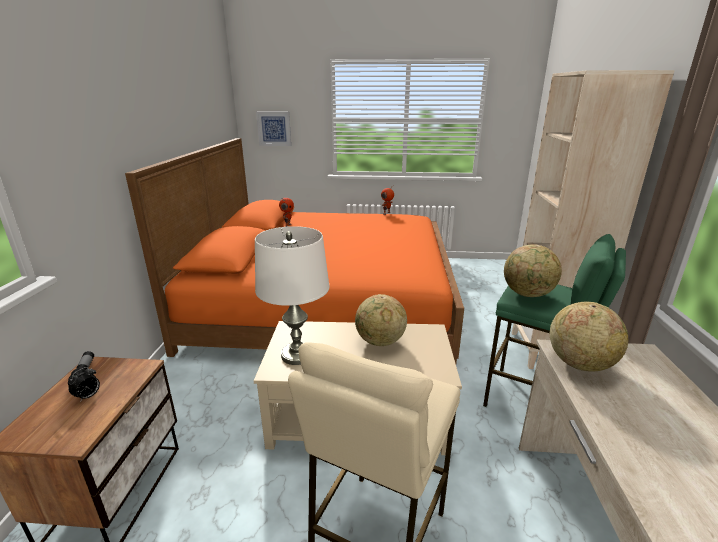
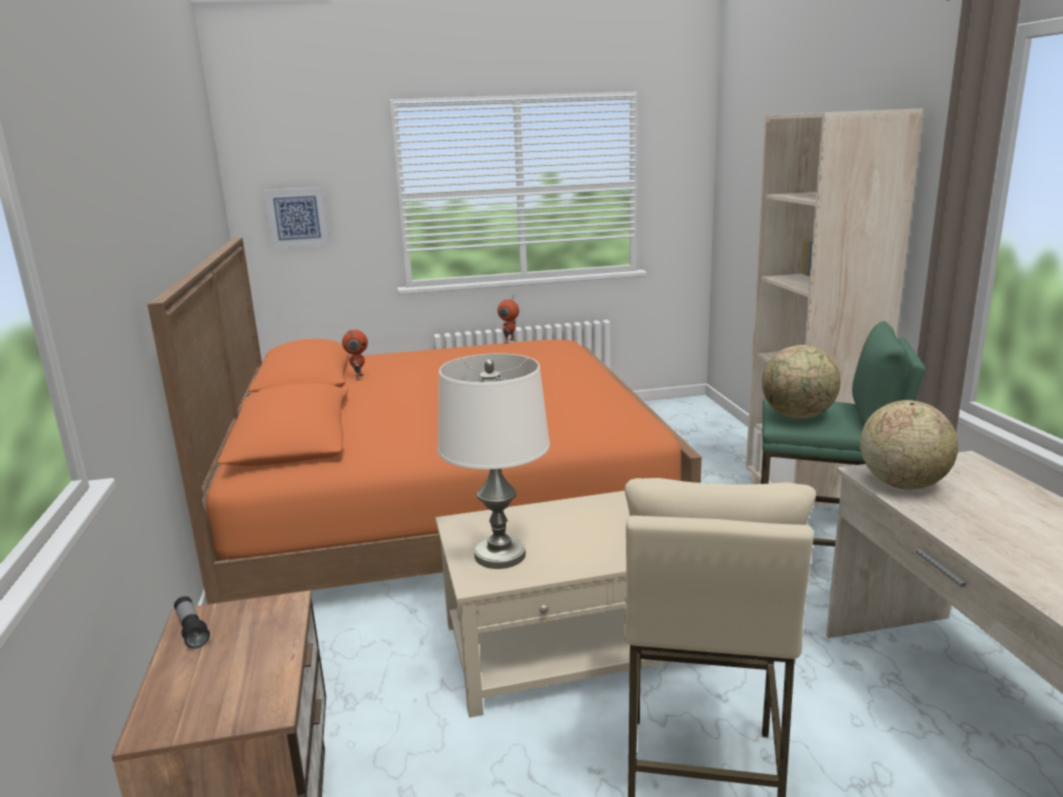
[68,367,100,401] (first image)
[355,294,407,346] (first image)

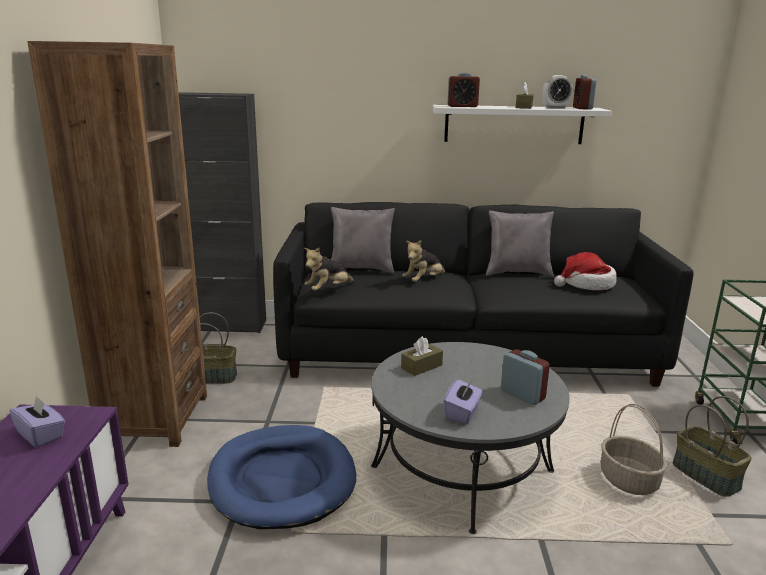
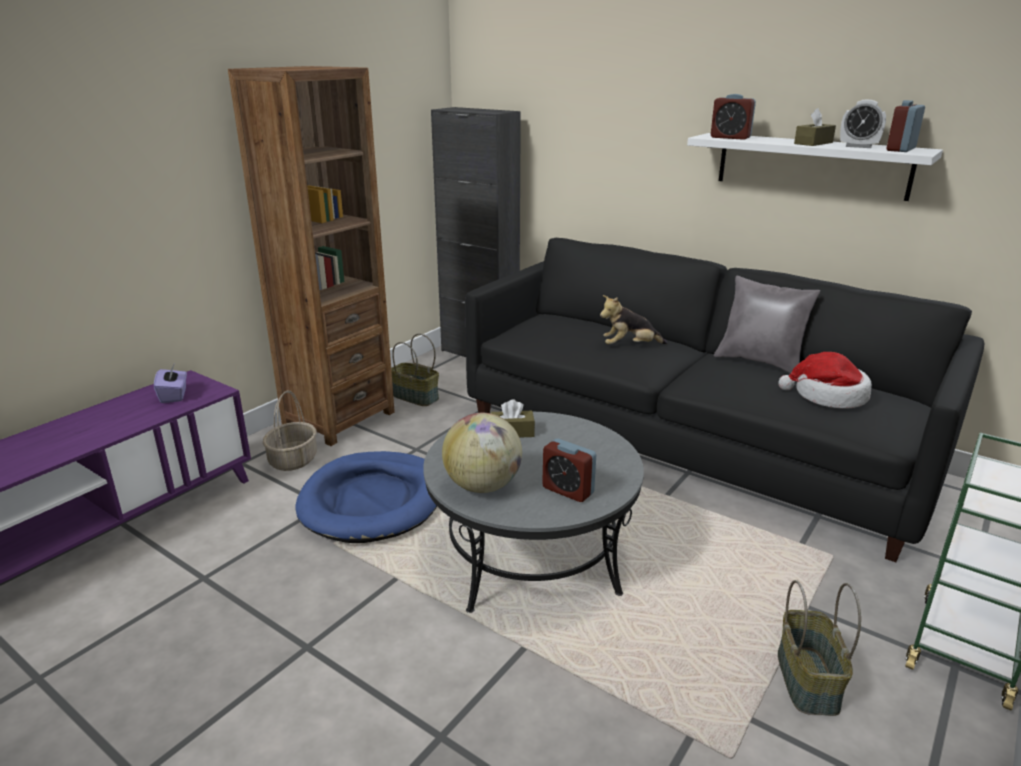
[304,248,355,291] (first image)
[331,207,395,274] (first image)
[263,390,317,471]
[442,413,522,493]
[542,439,596,502]

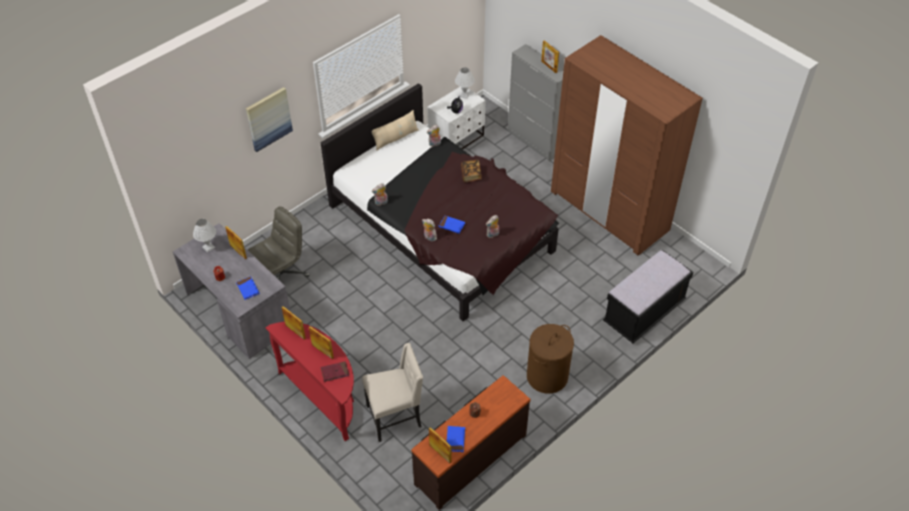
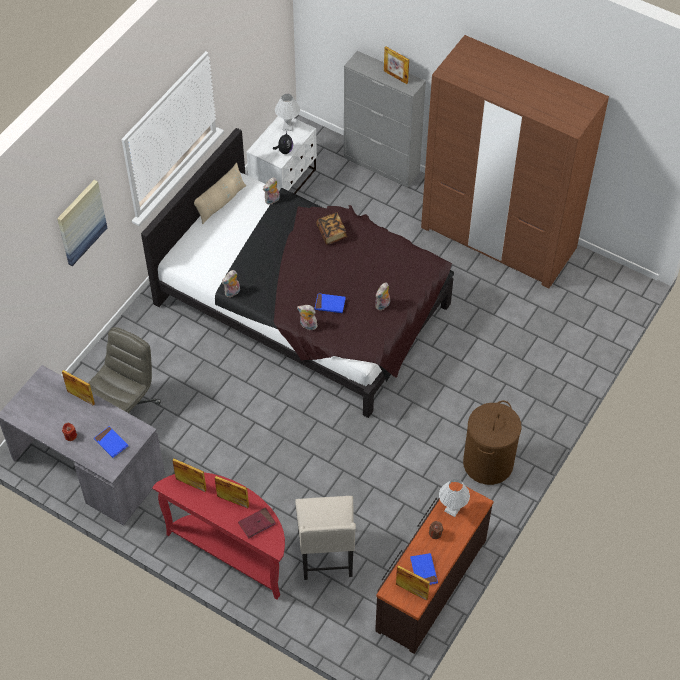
[603,250,693,343] (first image)
[439,479,470,517]
[295,496,356,580]

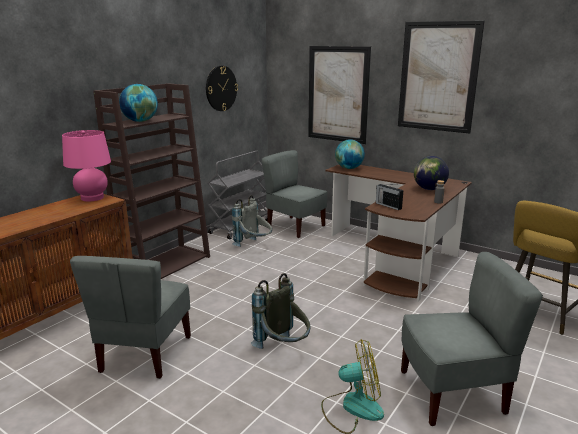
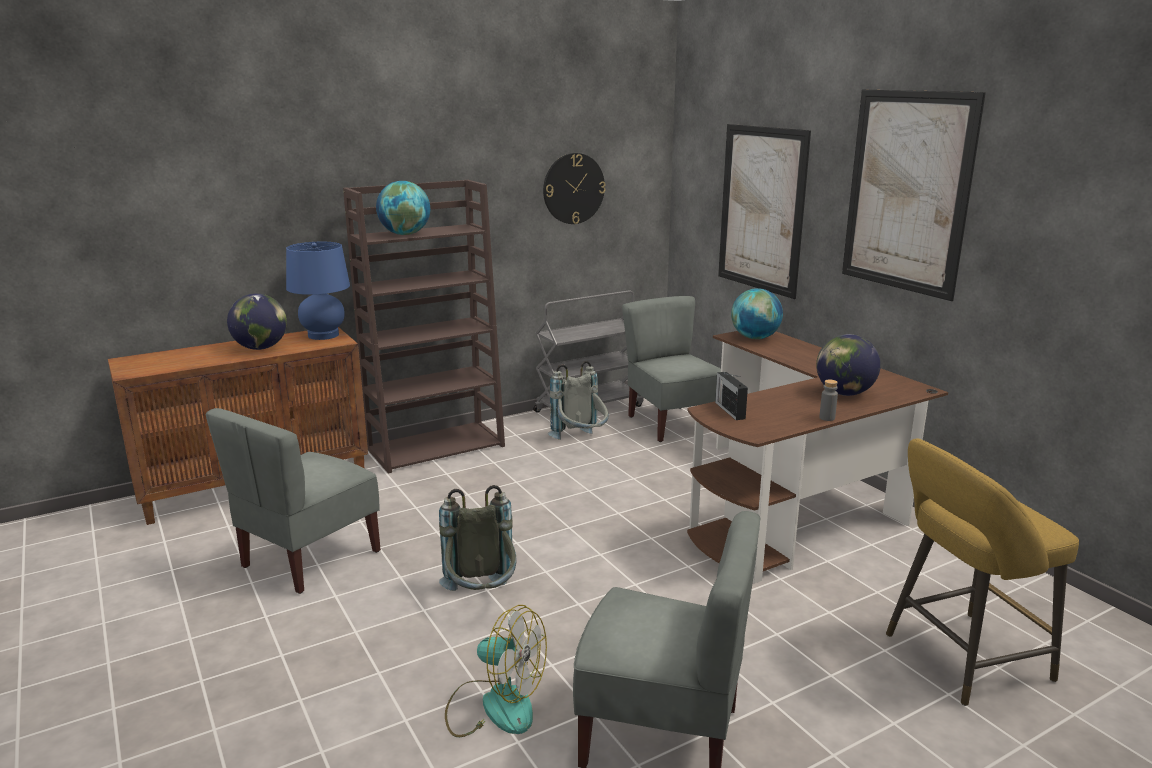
[227,293,287,350]
[286,242,350,340]

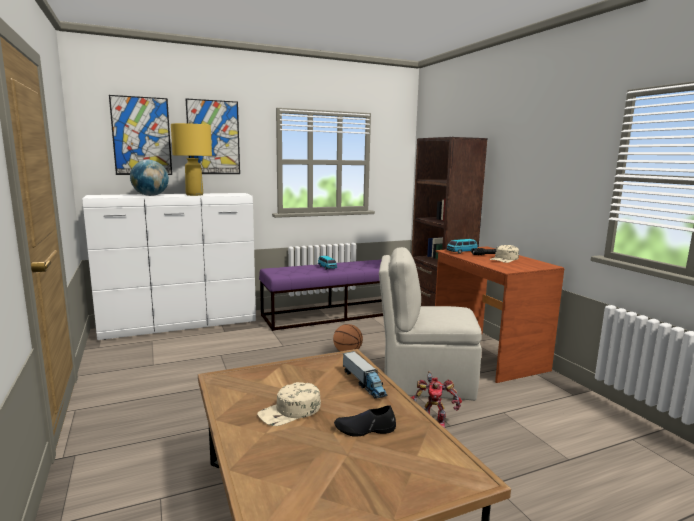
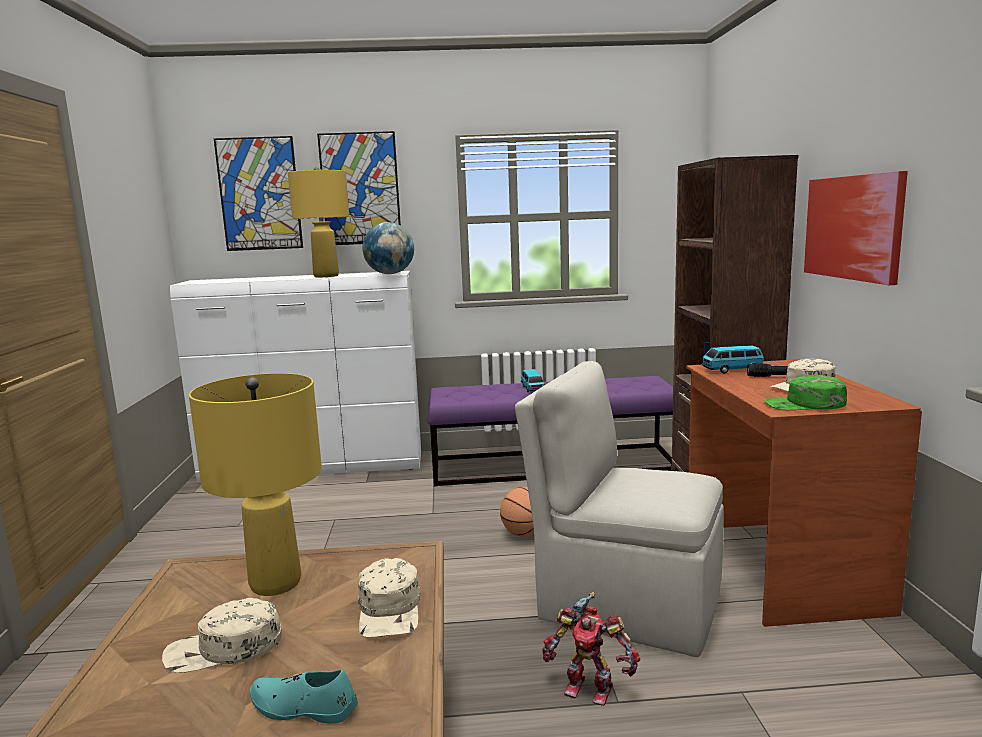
[189,373,322,596]
[763,375,847,410]
[804,171,908,285]
[362,222,414,274]
[358,558,420,638]
[250,670,358,723]

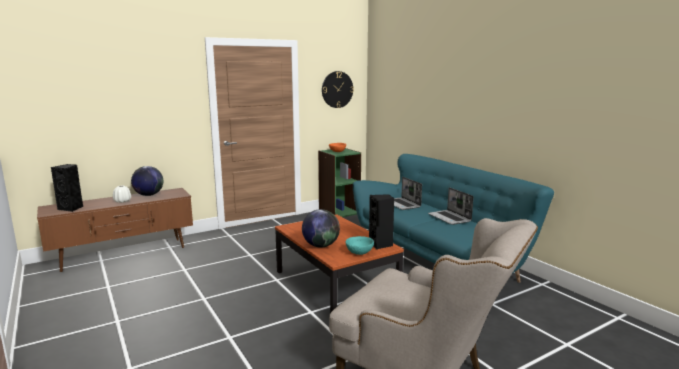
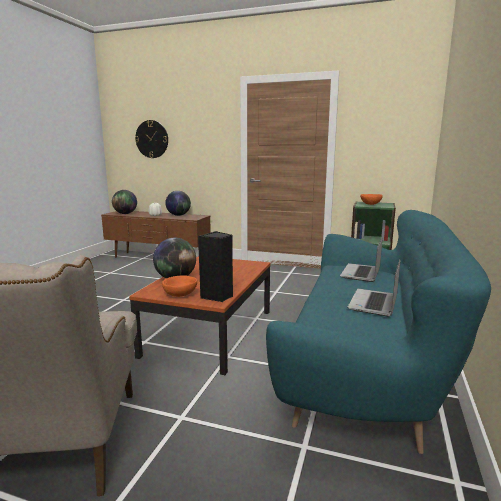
[135,120,168,158]
[112,190,137,214]
[162,275,197,297]

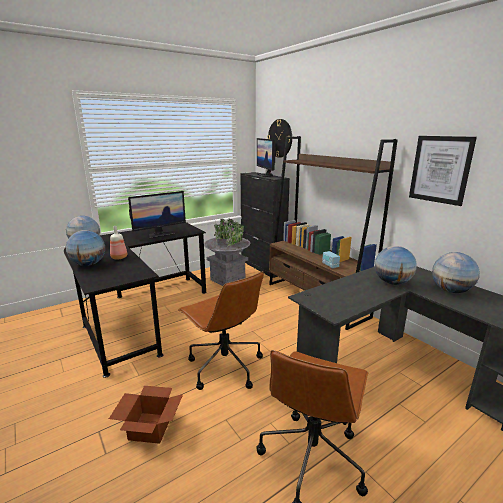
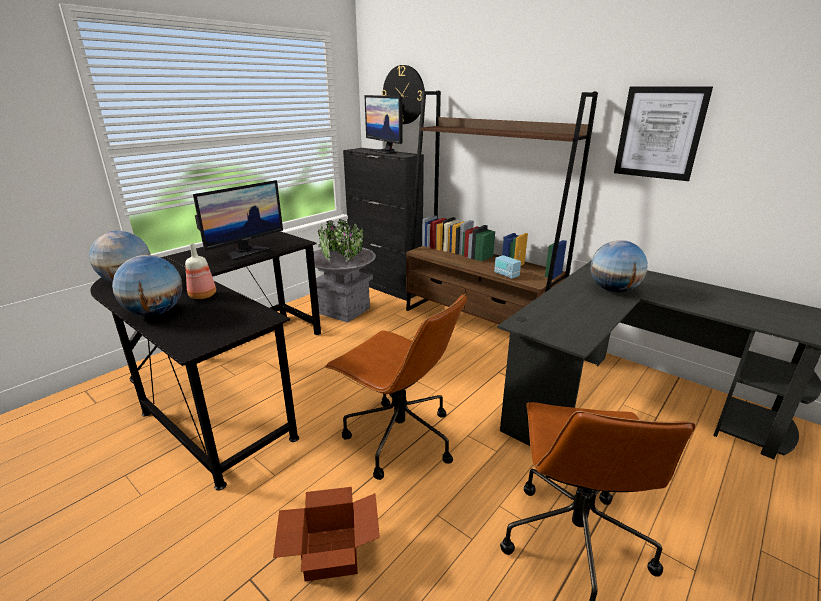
[432,252,480,293] (first image)

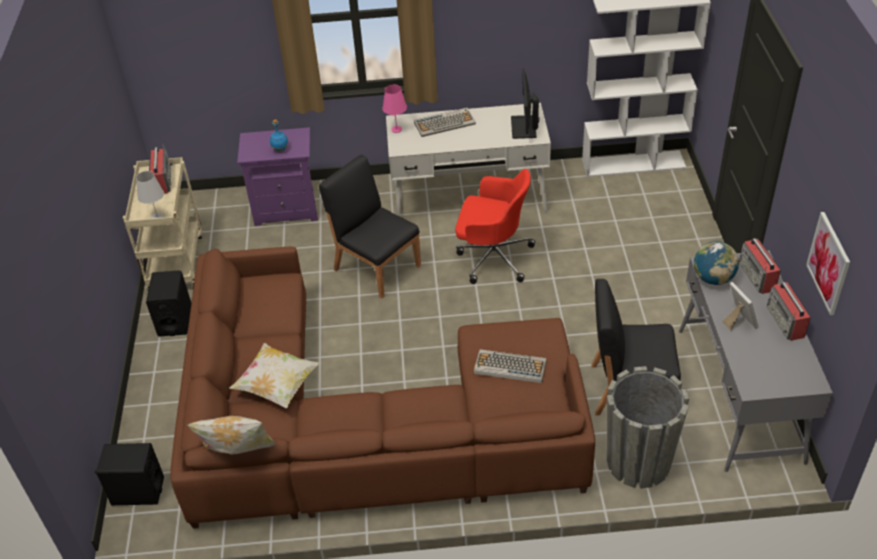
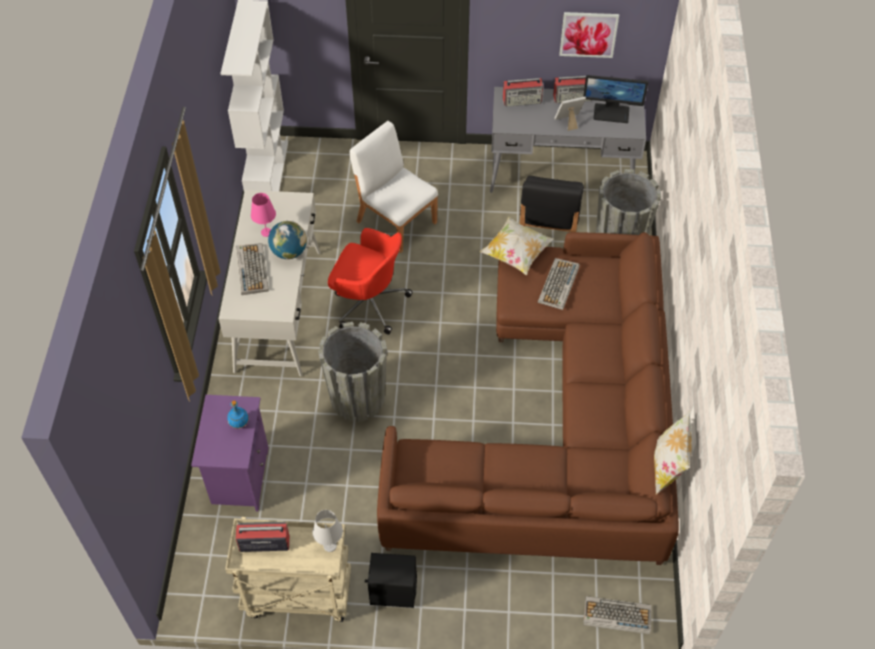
[349,121,438,253]
[480,217,553,275]
[251,193,276,237]
[583,75,648,123]
[268,221,307,259]
[583,596,652,634]
[318,322,387,422]
[328,228,413,334]

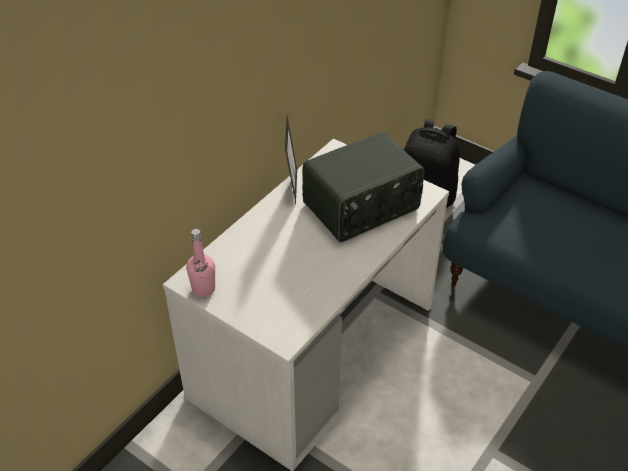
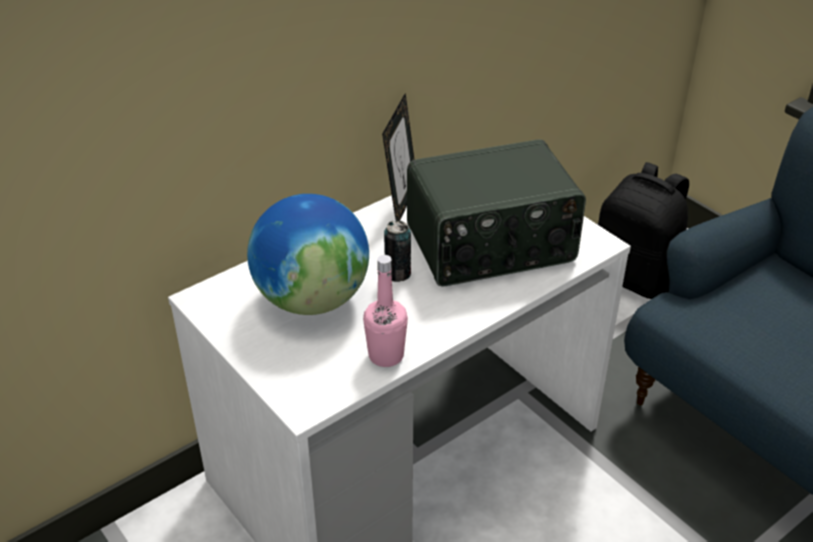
[247,194,369,315]
[384,221,411,282]
[363,255,408,367]

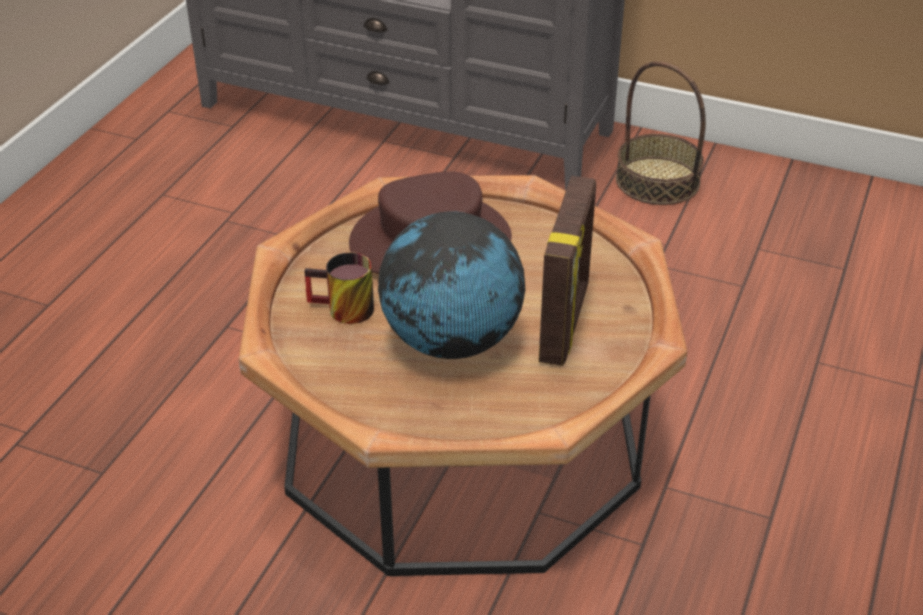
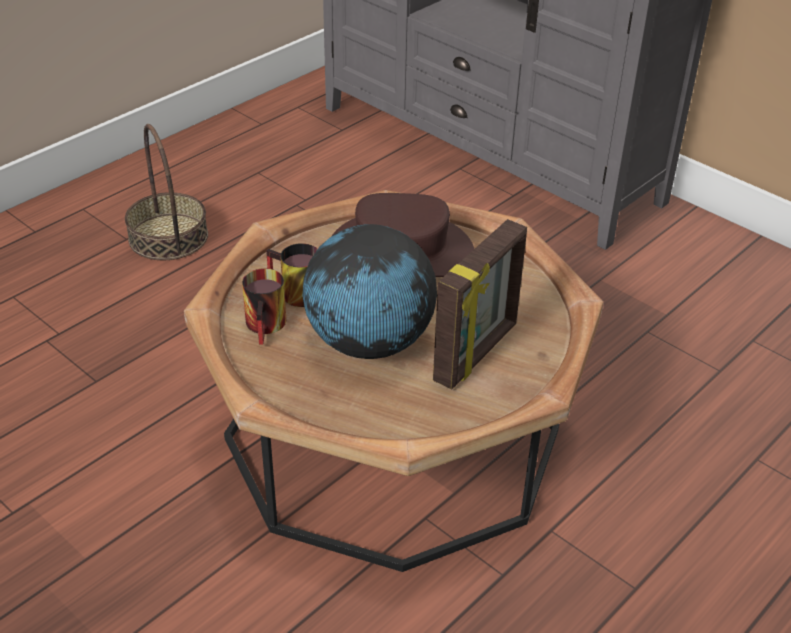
[242,268,286,345]
[125,124,208,261]

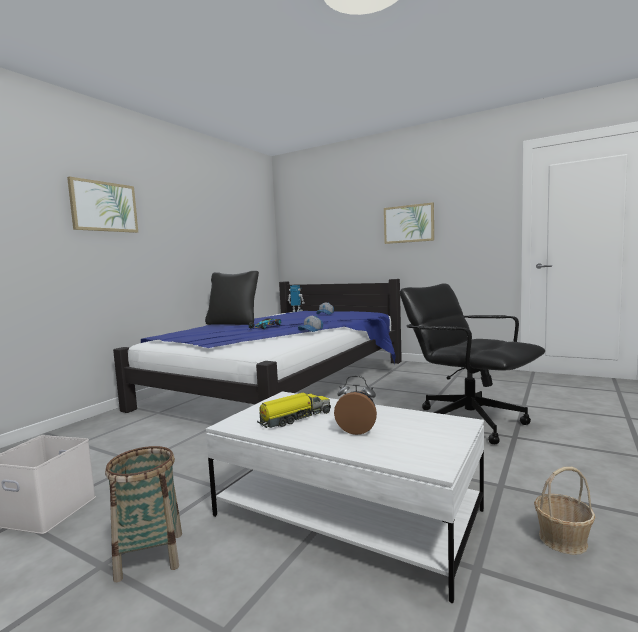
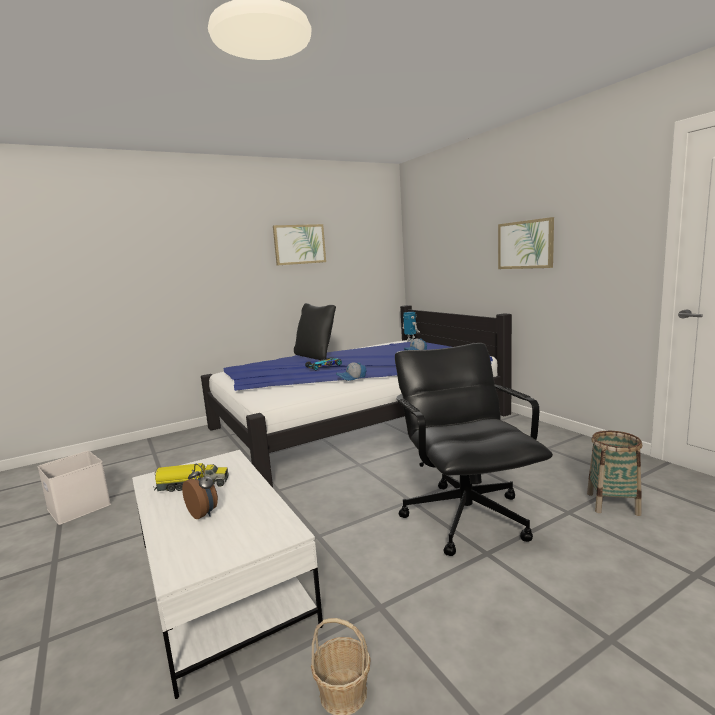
[273,224,326,265]
[587,431,642,516]

